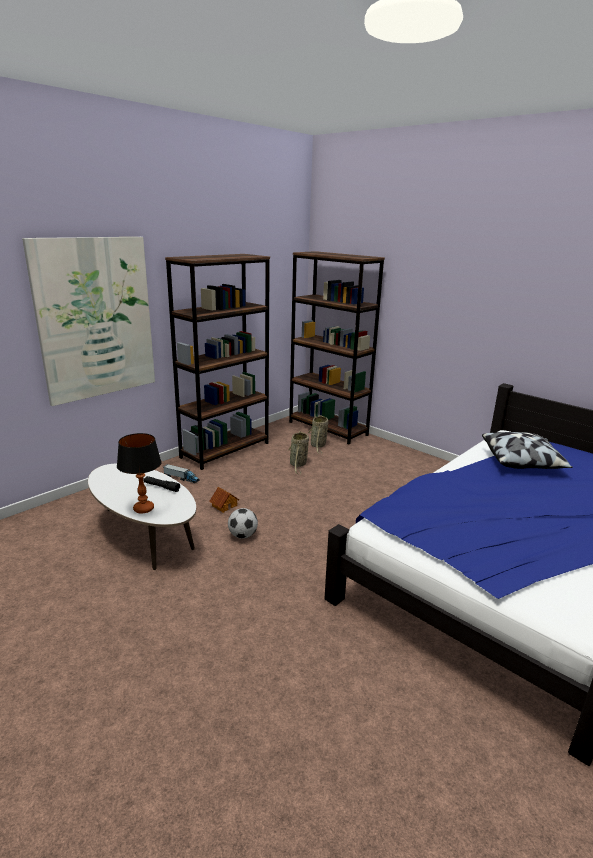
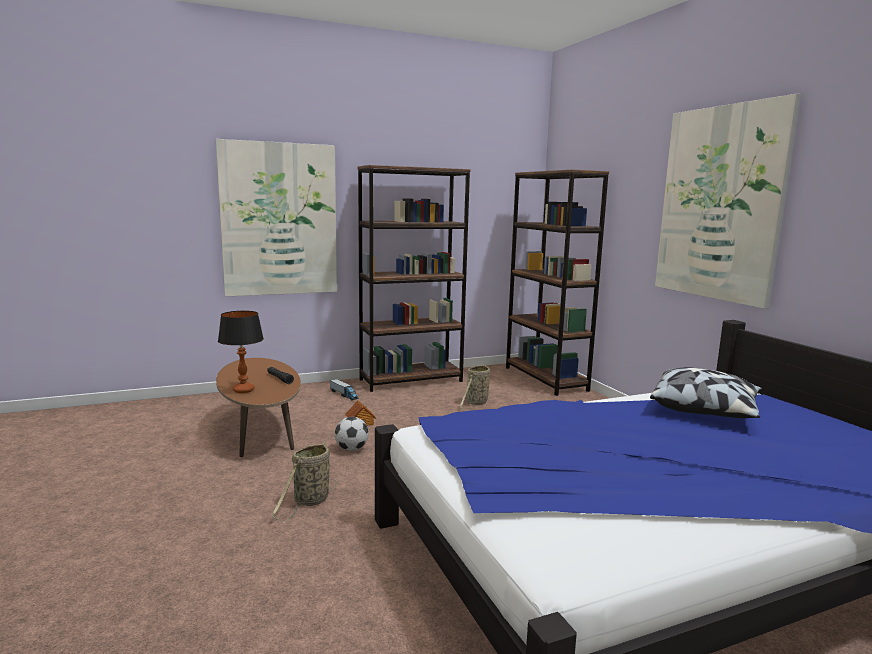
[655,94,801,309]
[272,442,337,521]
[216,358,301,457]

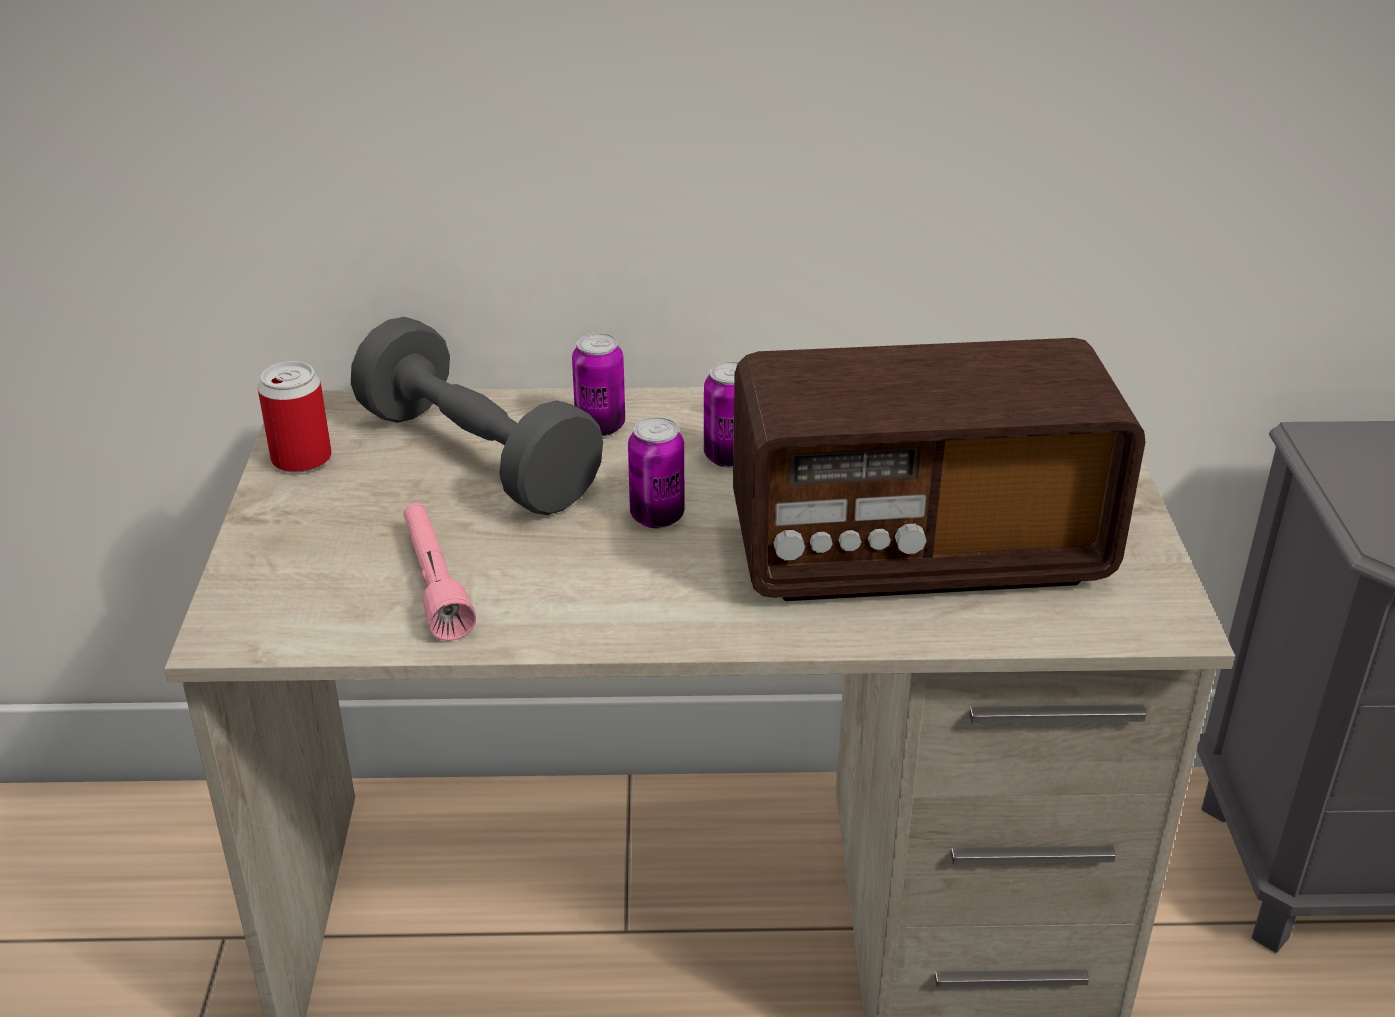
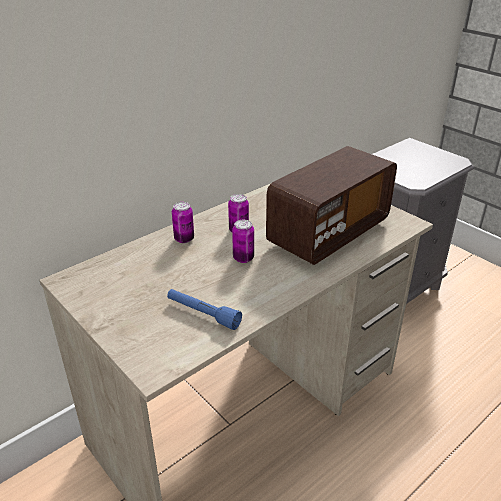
[258,361,332,473] (first image)
[351,317,603,515] (first image)
[167,289,242,330]

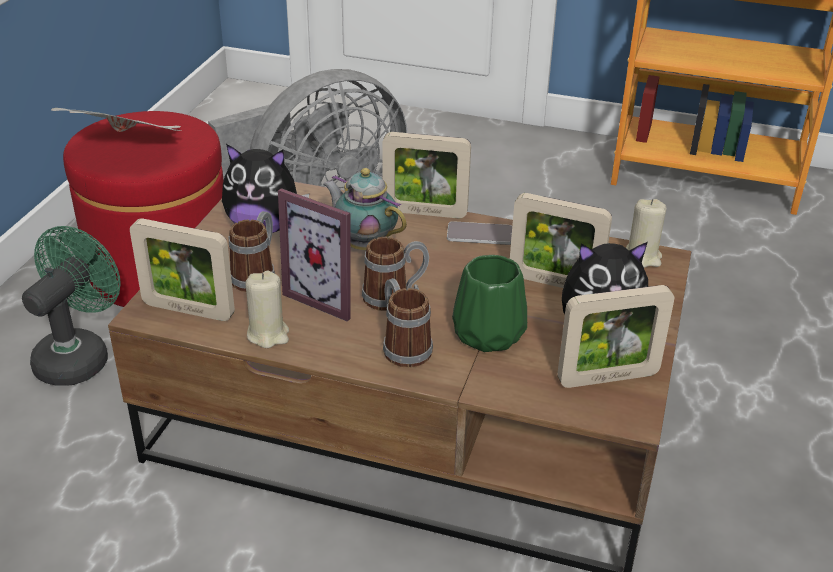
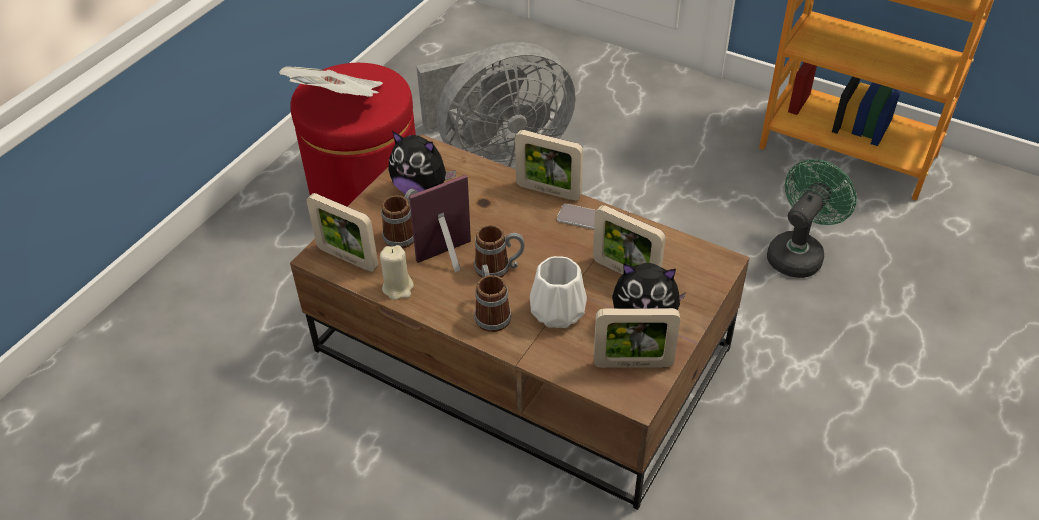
[323,168,407,250] (first image)
[626,199,667,268] (first image)
[767,159,857,278]
[530,256,587,328]
[409,175,471,272]

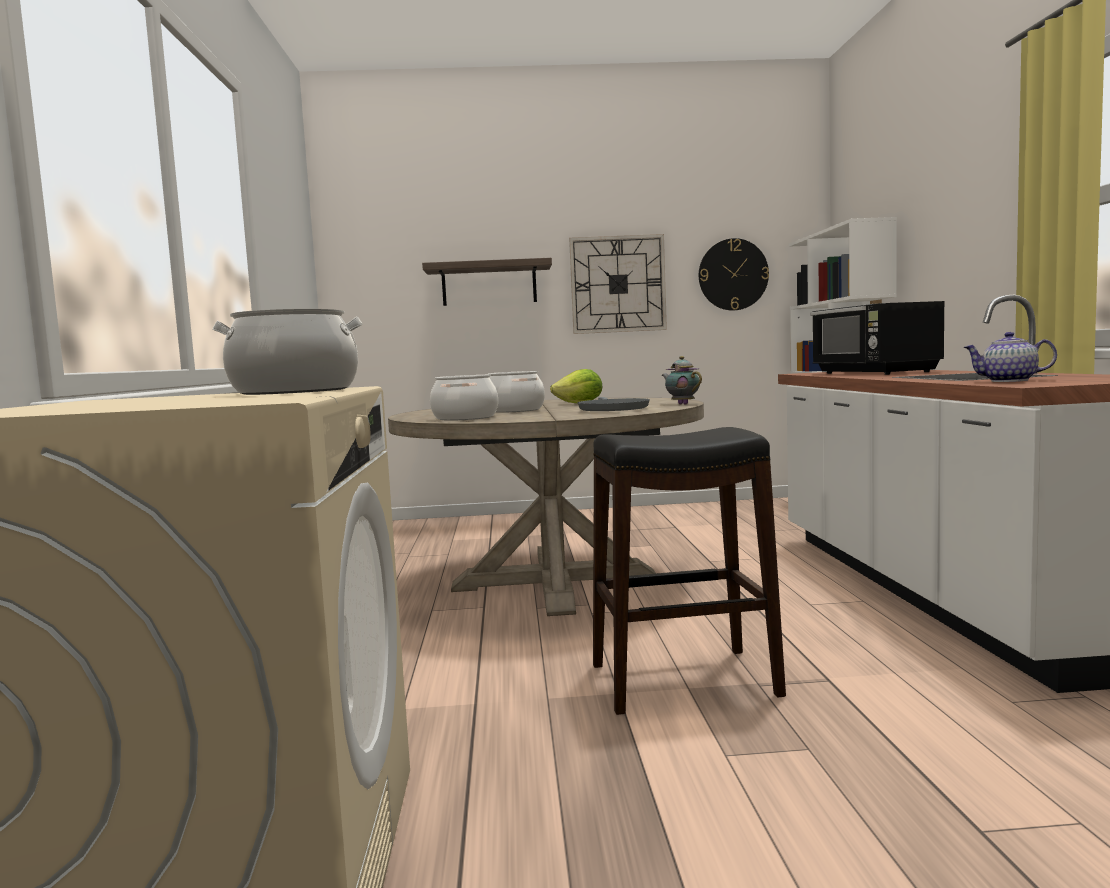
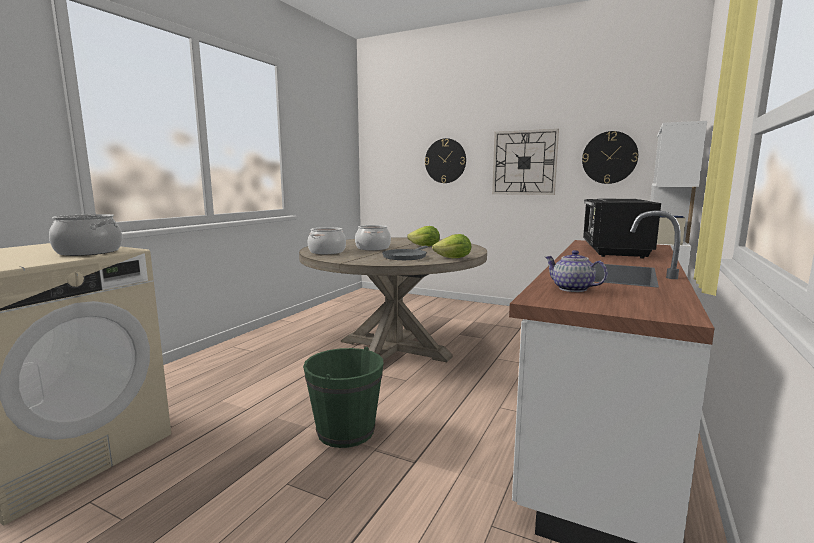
[425,138,466,183]
[303,347,383,448]
[432,234,471,258]

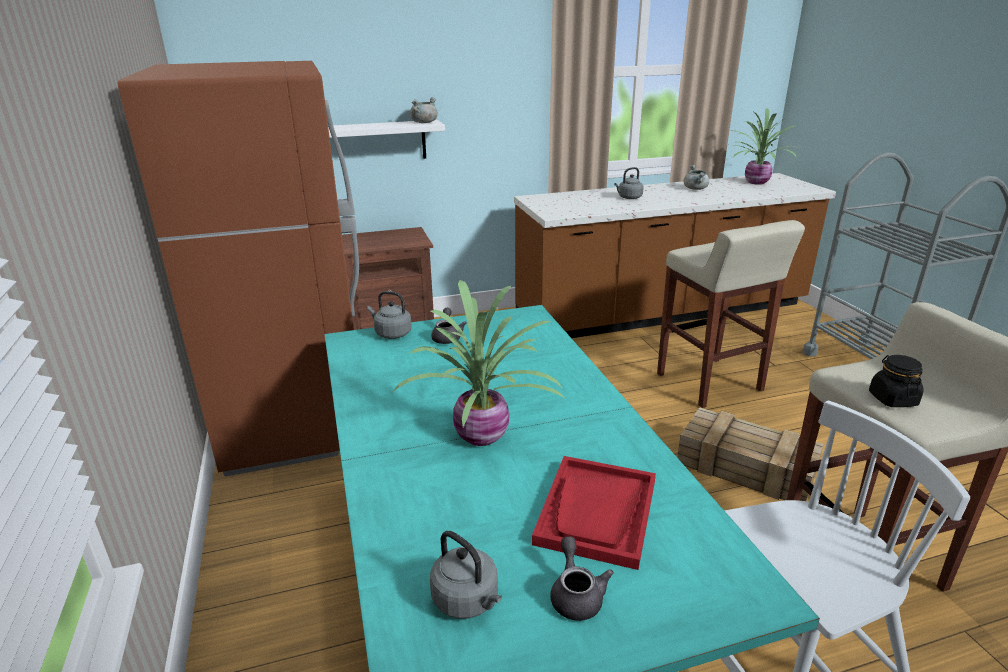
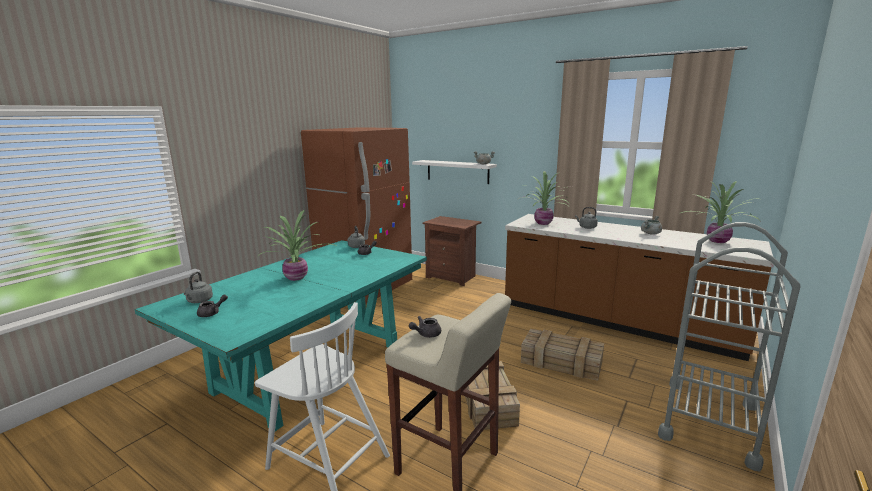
[532,456,656,570] (first image)
[518,171,569,225]
[521,329,604,381]
[409,316,441,338]

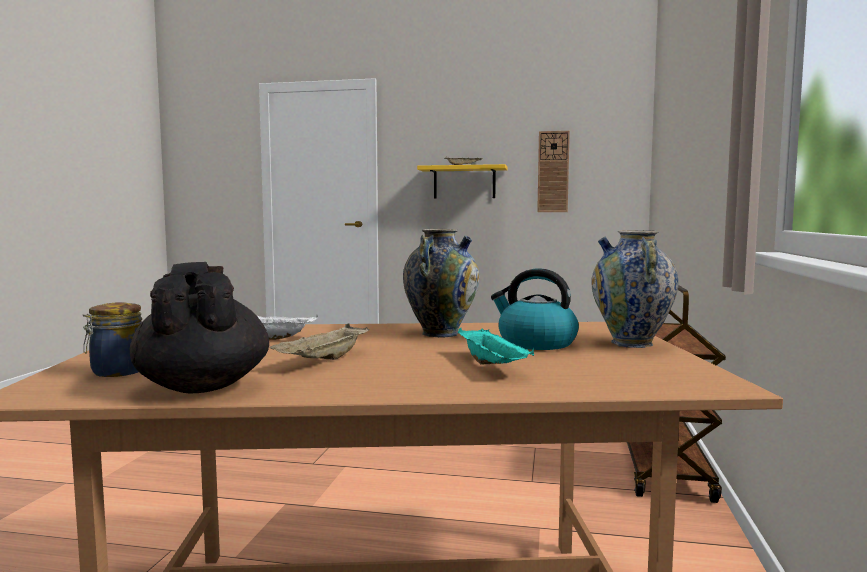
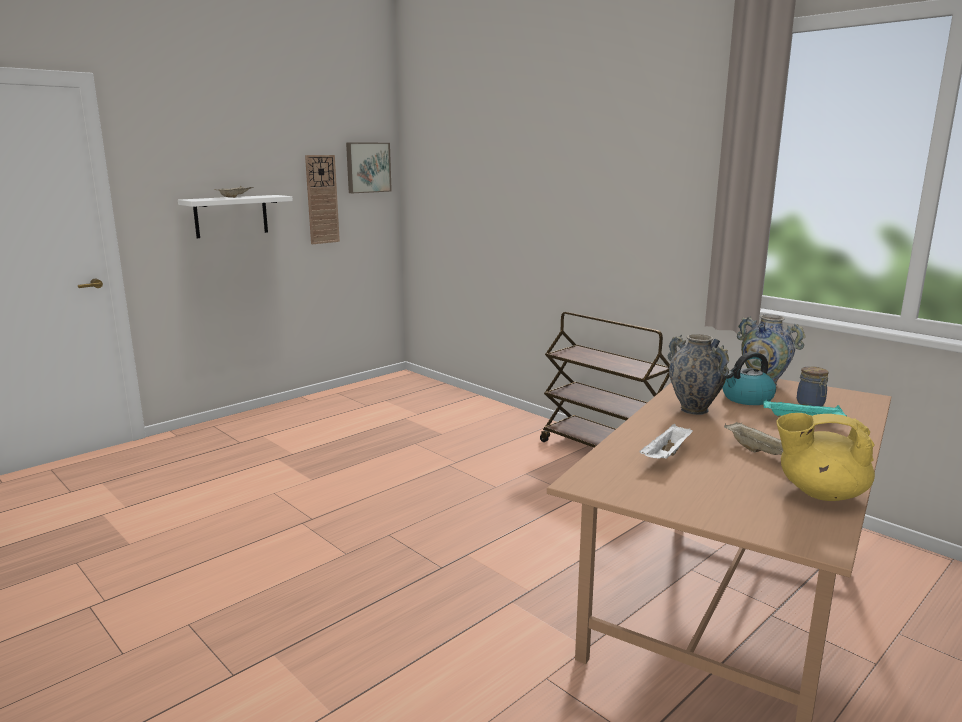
[346,142,392,193]
[797,366,829,407]
[777,413,875,501]
[178,195,293,238]

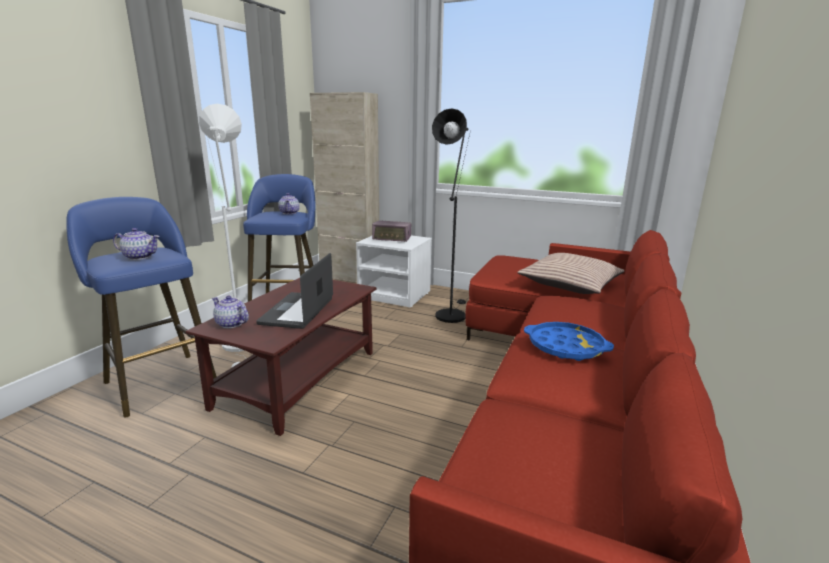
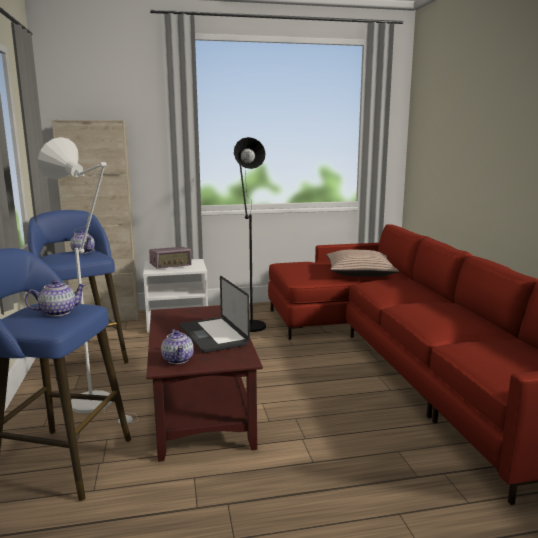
[524,322,614,361] (first image)
[161,330,194,364]

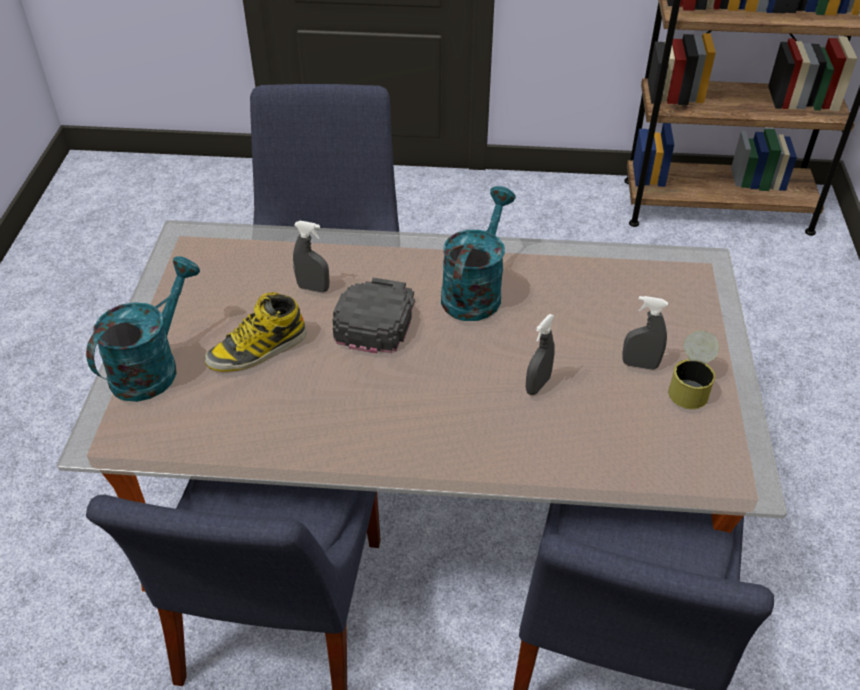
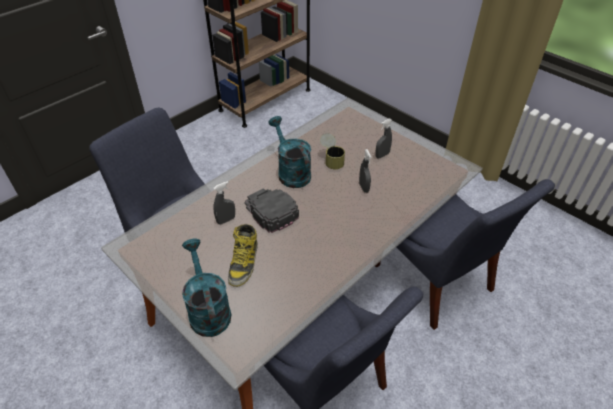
[320,133,345,169]

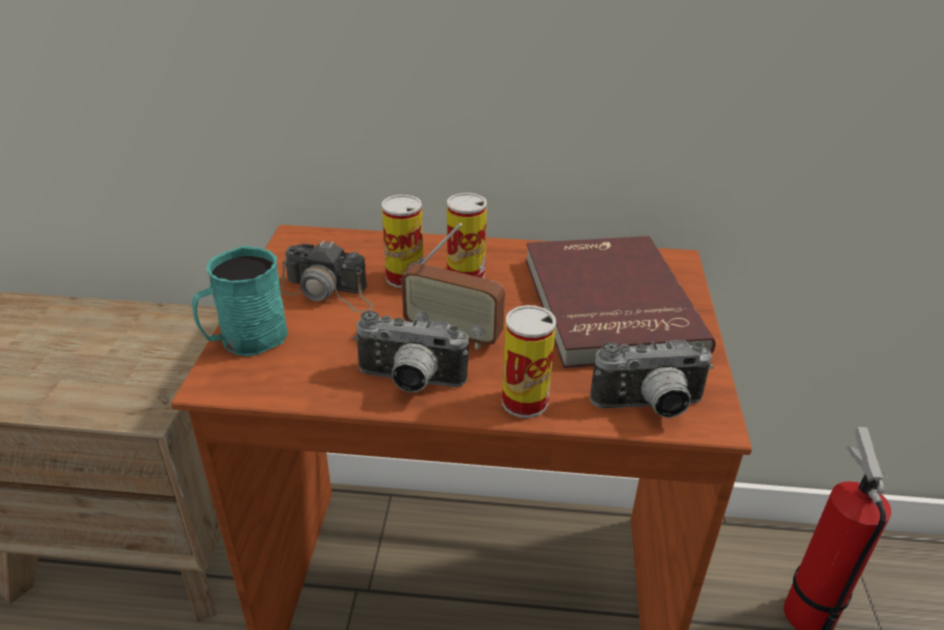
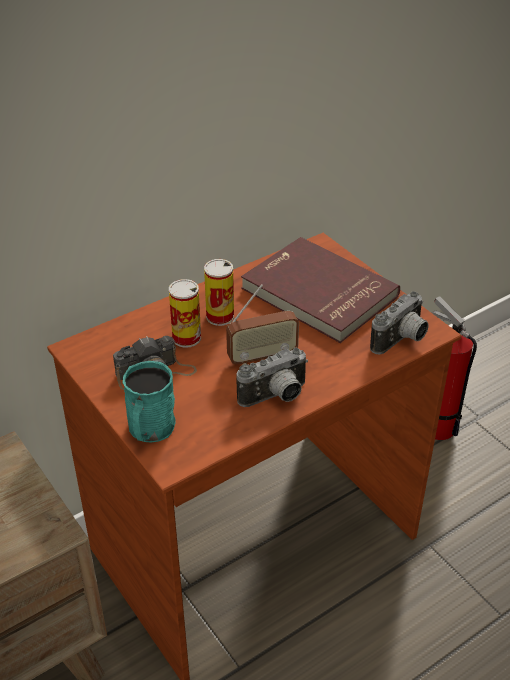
[502,305,556,418] (first image)

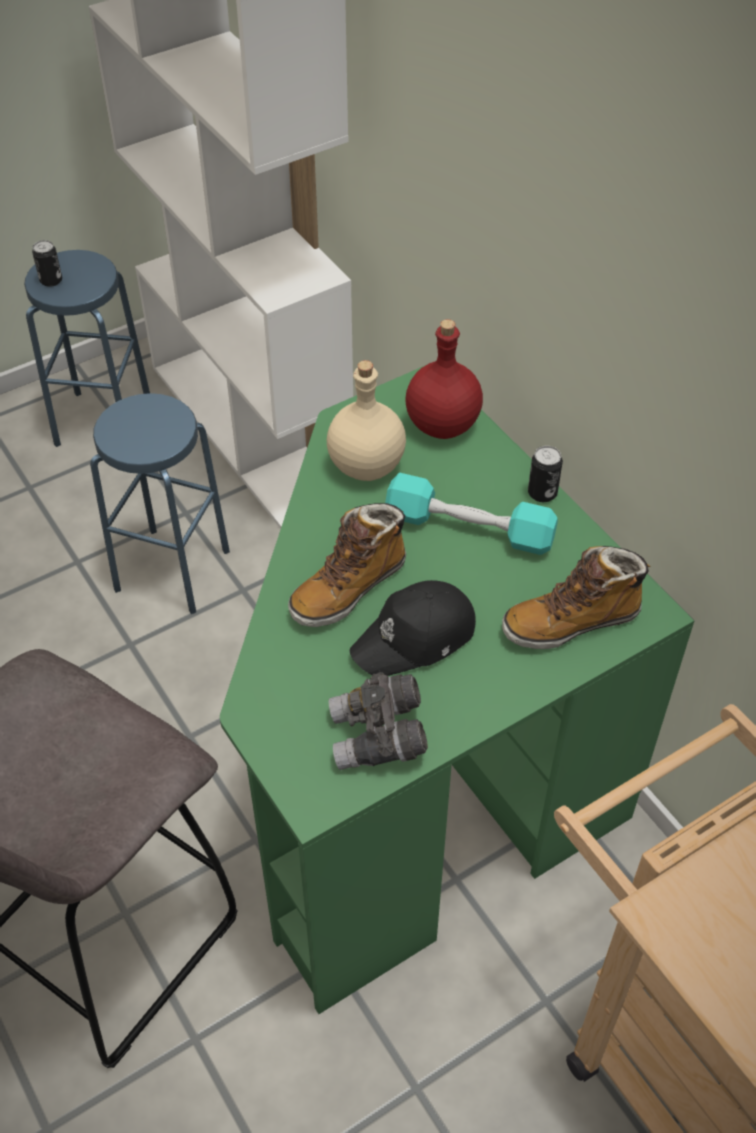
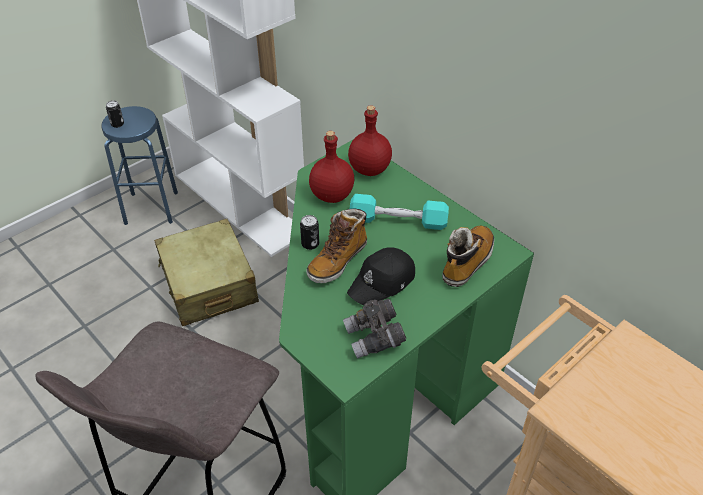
[300,215,319,250]
[154,219,259,326]
[309,131,354,203]
[442,225,494,287]

